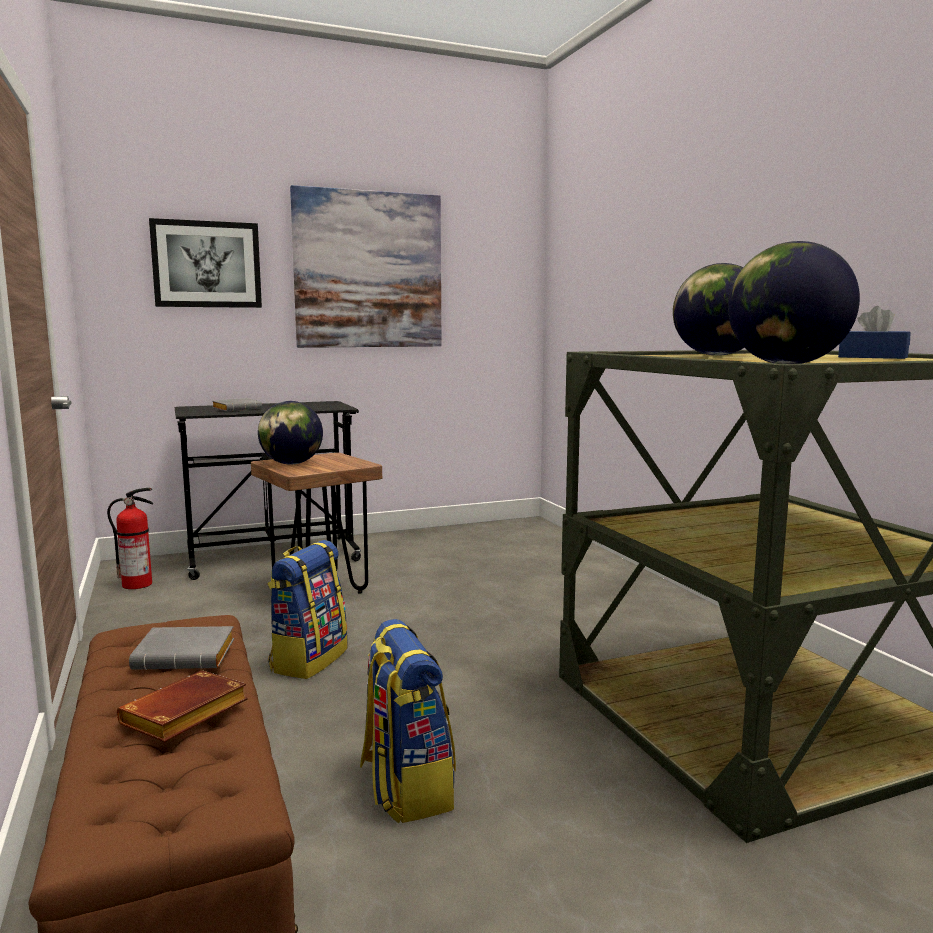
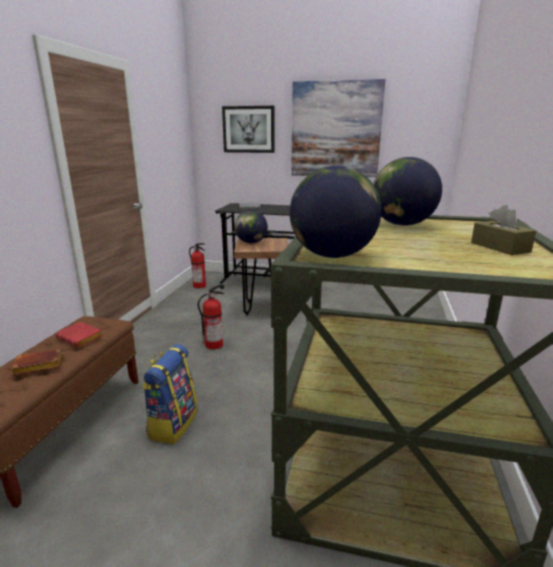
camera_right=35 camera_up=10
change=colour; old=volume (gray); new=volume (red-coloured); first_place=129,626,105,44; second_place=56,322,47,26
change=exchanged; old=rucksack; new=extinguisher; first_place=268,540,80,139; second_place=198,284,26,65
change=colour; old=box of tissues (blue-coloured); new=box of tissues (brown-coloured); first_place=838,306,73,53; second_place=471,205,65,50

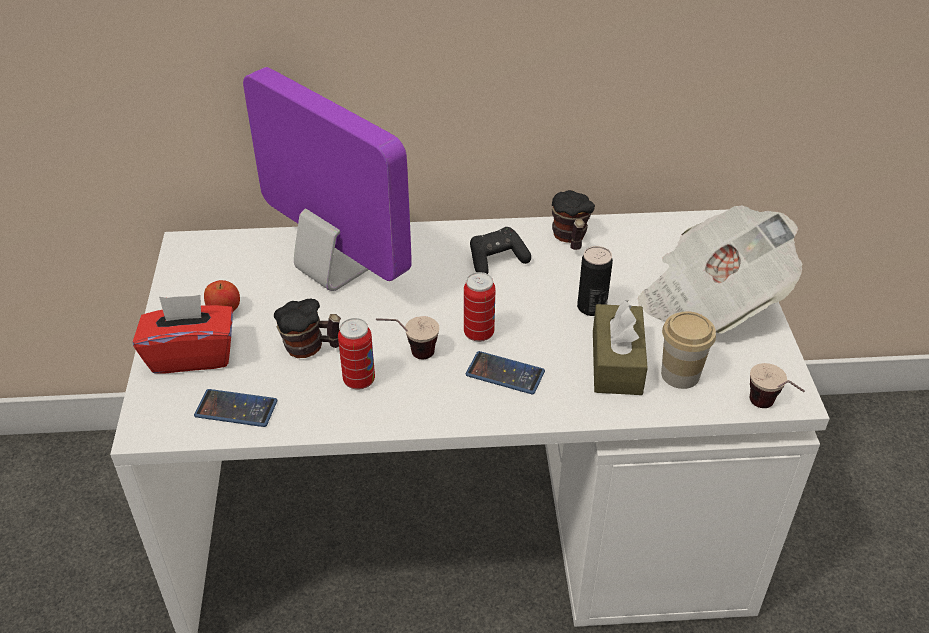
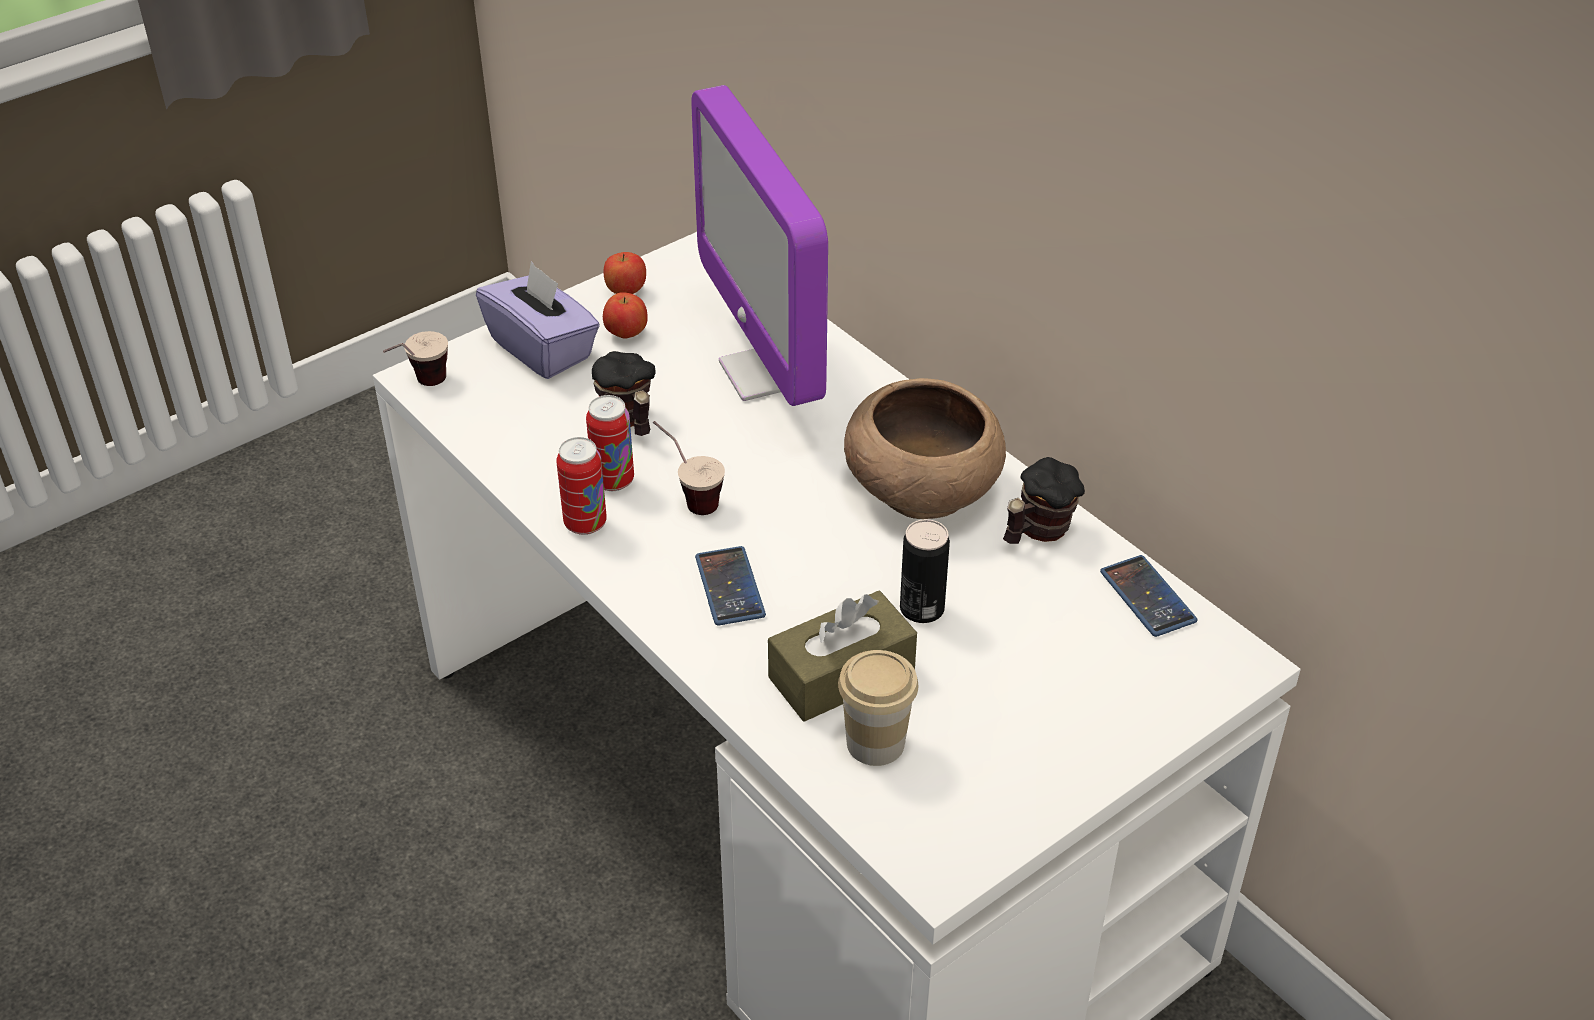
camera_right=55 camera_up=0
change=relocated; old=drinking cup; first_place=750,363,55,45; second_place=383,331,65,55
change=colour; old=box of tissues (red-coloured); new=box of tissues (purple-coloured); first_place=133,295,100,78; second_place=476,261,124,118
change=relocated; old=can; first_place=464,272,32,70; second_place=556,437,51,98
change=appeared; new=whole apple; second_place=604,252,42,42
change=spun; old=monitor; first_place=243,67,169,224; second_place=691,85,137,321; degrees=150
change=exchanged; old=gamepad (black-coloured); new=deep dish (brown-coloured); first_place=470,227,61,47; second_place=844,378,162,141
change=relocated; old=telephone; first_place=194,389,83,38; second_place=1100,555,98,82
change=missing; old=newspaper; first_place=638,205,164,129

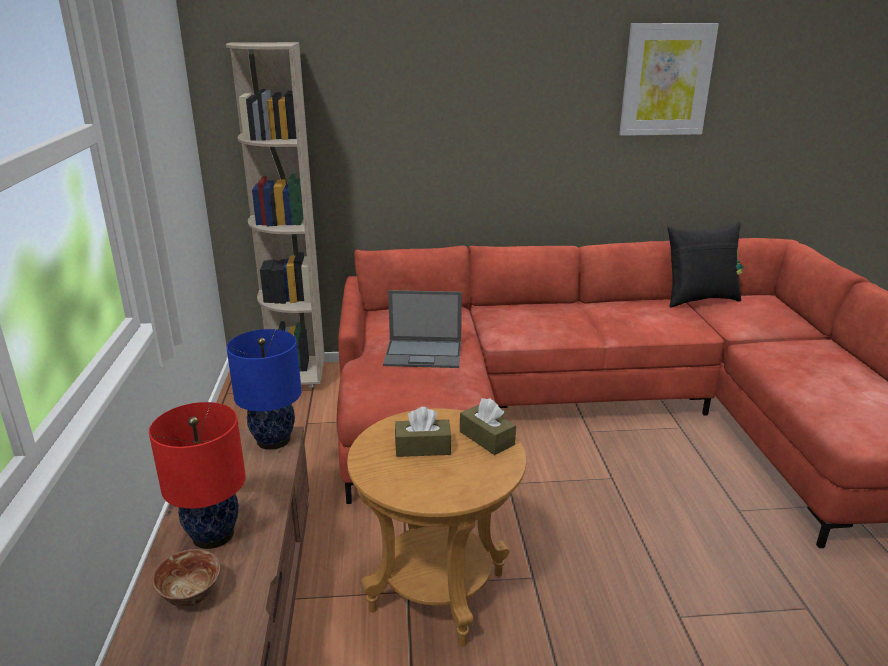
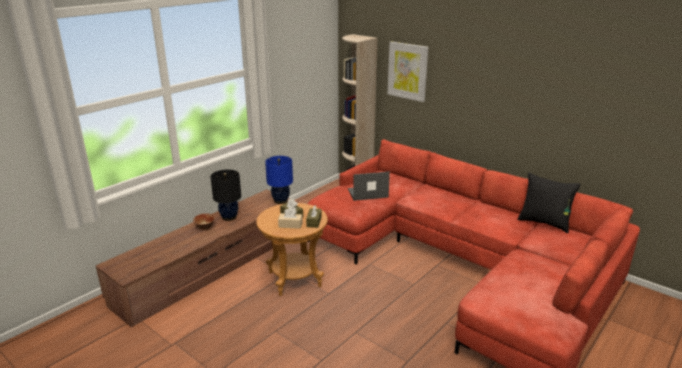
camera_right=45 camera_up=0
change=colour; old=table lamp (red-coloured); new=table lamp (black-coloured); first_place=149,402,97,147; second_place=210,170,31,51
change=appeared; new=box of tissues (beige); second_place=278,208,25,21
change=spun; old=notebook computer; first_place=383,290,79,78; second_place=348,172,42,29; degrees=120
change=relocated; old=wall art; first_place=619,23,100,113; second_place=388,42,40,60

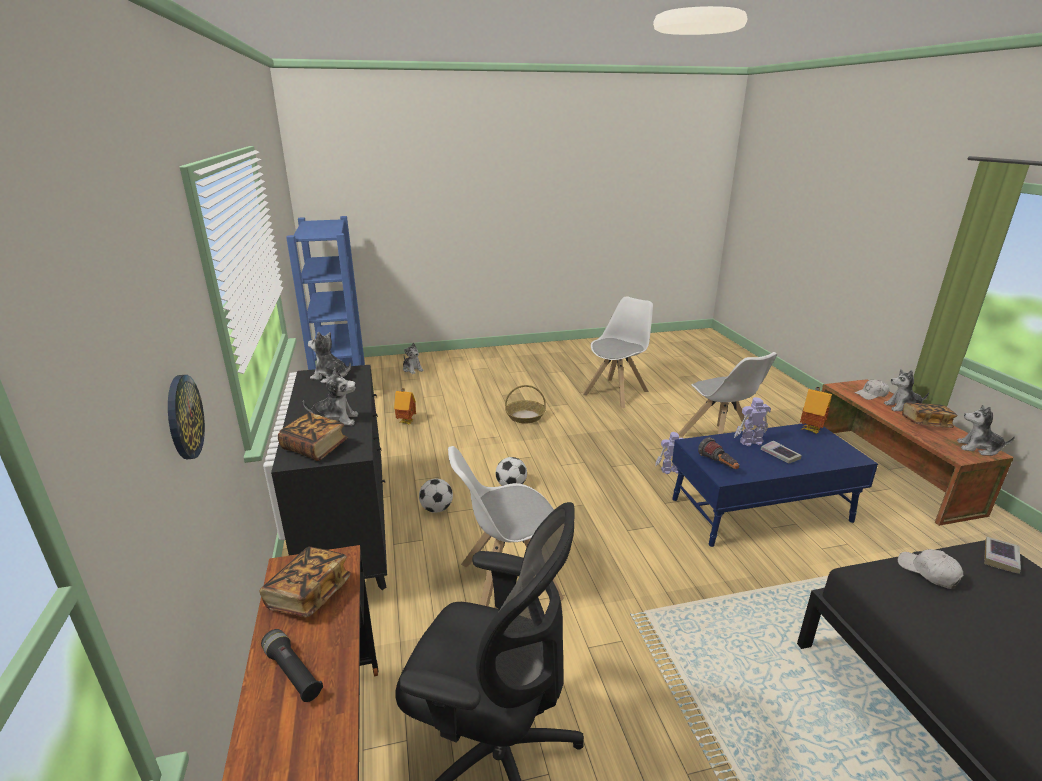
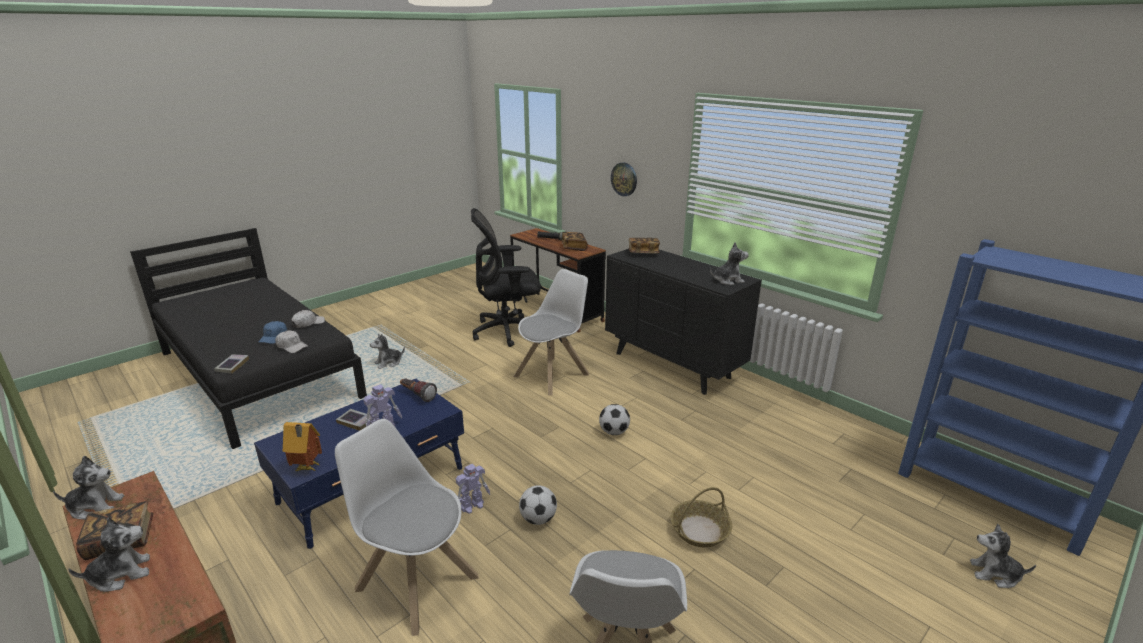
camera_right=150 camera_up=0
change=appeared; new=peaked cap (blue-coloured); second_place=258,321,29,23
change=relocated; old=peaked cap (white); first_place=855,380,34,20; second_place=291,310,34,18
change=relocated; old=cuddly toy; first_place=303,367,55,59; second_place=370,333,35,36
change=relocated; old=football ball; first_place=419,479,34,34; second_place=519,485,38,40
change=missing; old=toy house; first_place=394,388,22,36

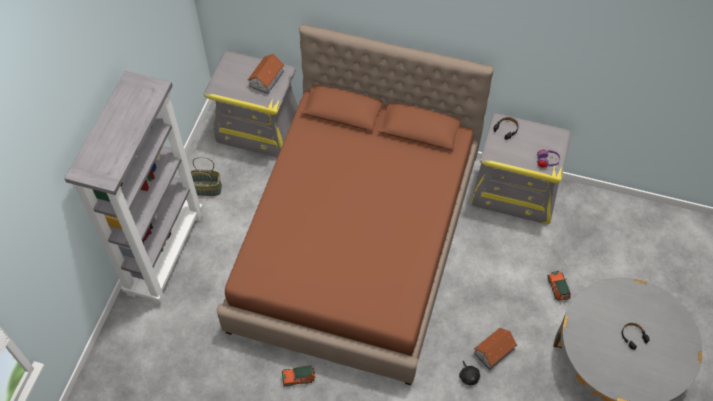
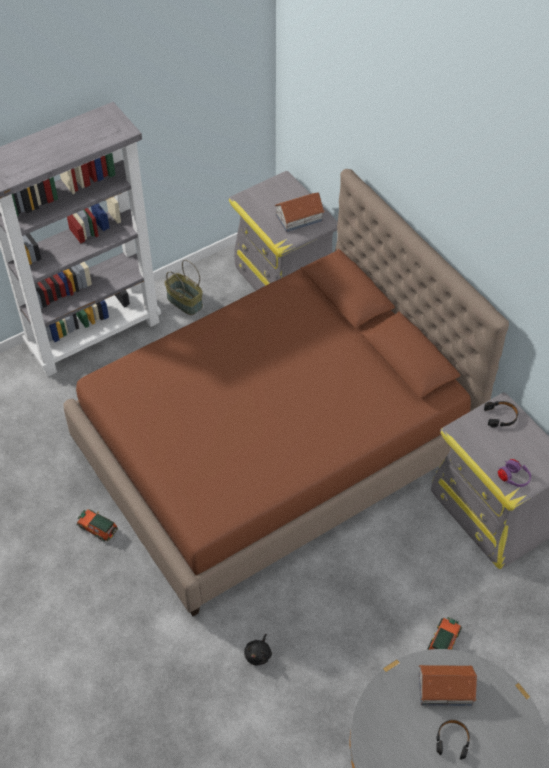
camera_right=40 camera_up=-5
change=relocated; old=toy house; first_place=474,328,43,42; second_place=419,665,58,41

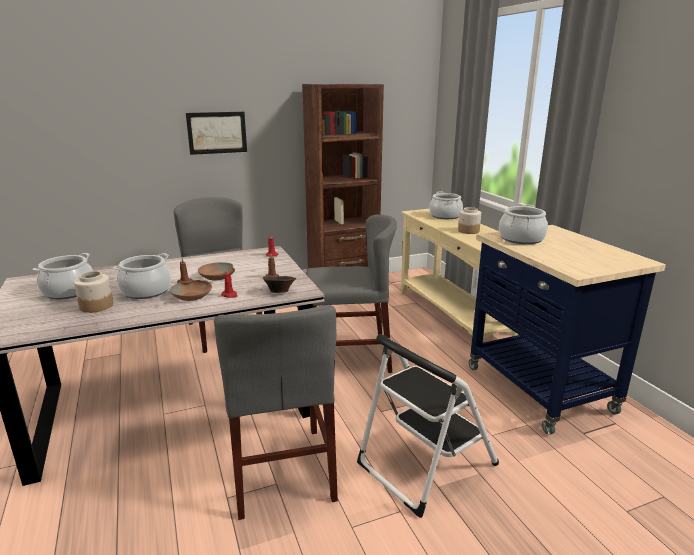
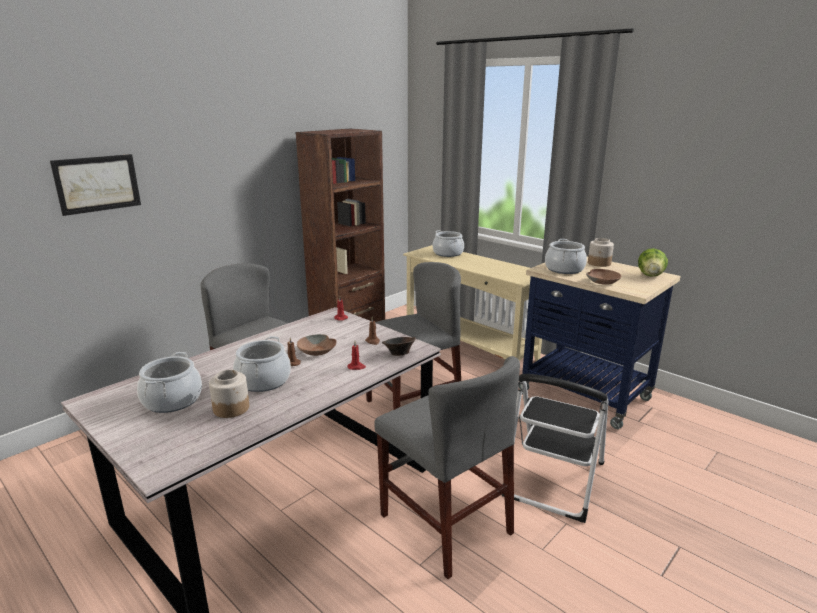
camera_right=-25 camera_up=0
change=relocated; old=wall art; first_place=186,112,61,43; second_place=50,154,91,62
change=relocated; old=deep dish (brown-coloured); first_place=170,280,42,21; second_place=586,269,35,16
change=relocated; old=jar; first_place=458,207,23,27; second_place=588,238,26,29
change=appeared; new=lettuce head; second_place=638,248,30,29

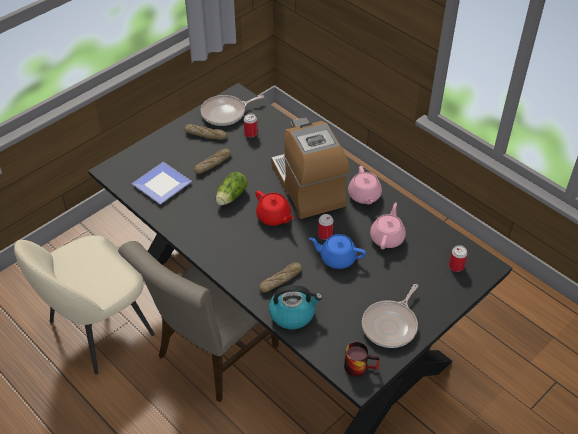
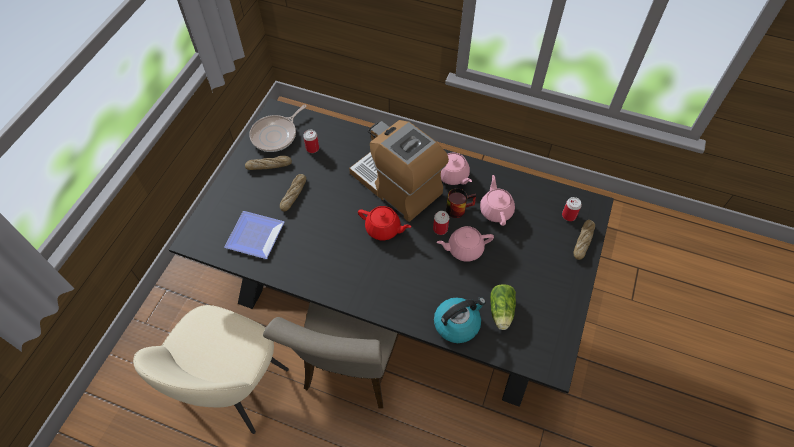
camera_right=-25 camera_up=10
change=colour; old=pot for tea (blue-coloured); new=pot for tea (pinkish); first_place=309,234,57,35; second_place=437,226,57,36
change=relocated; old=coffee mug; first_place=344,342,36,34; second_place=446,188,30,30
change=relocated; old=lettuce head; first_place=216,172,32,33; second_place=490,284,26,46
change=relocated; old=bread; first_place=259,263,43,29; second_place=573,220,22,40
change=missing; old=pan; first_place=362,284,56,64

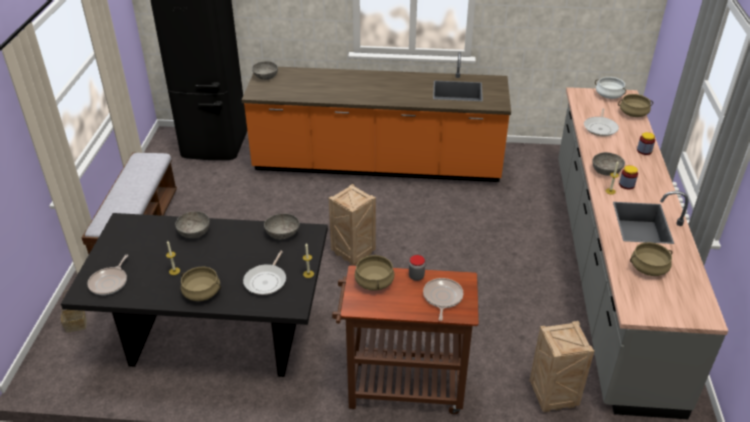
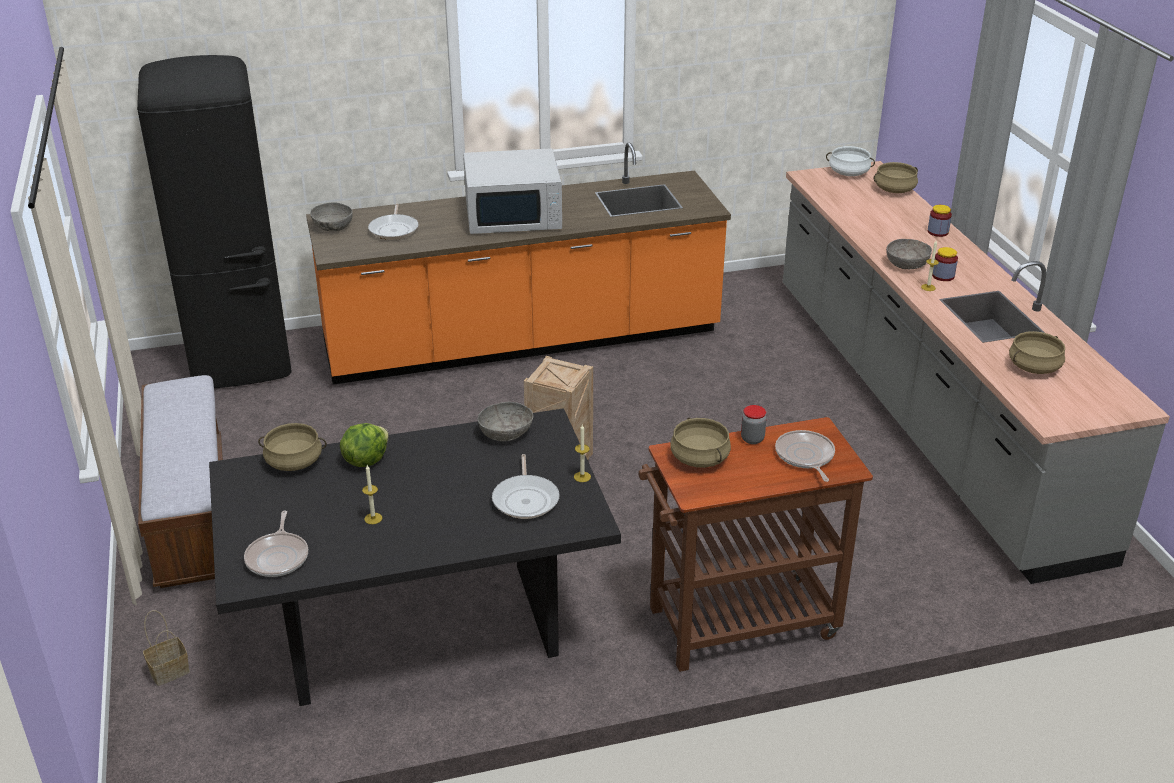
camera_right=-20 camera_up=-5
change=relocated; old=stockpot (beige); first_place=181,267,40,34; second_place=258,423,69,48
change=exchanged; old=deep dish (gray); new=lettuce head; first_place=175,211,35,27; second_place=340,423,49,44
change=relocated; old=pan; first_place=584,108,35,28; second_place=368,203,50,37
change=appeared; new=kitchen microwave (white); second_place=463,148,99,86
change=missing; old=packing crate; first_place=529,321,65,91

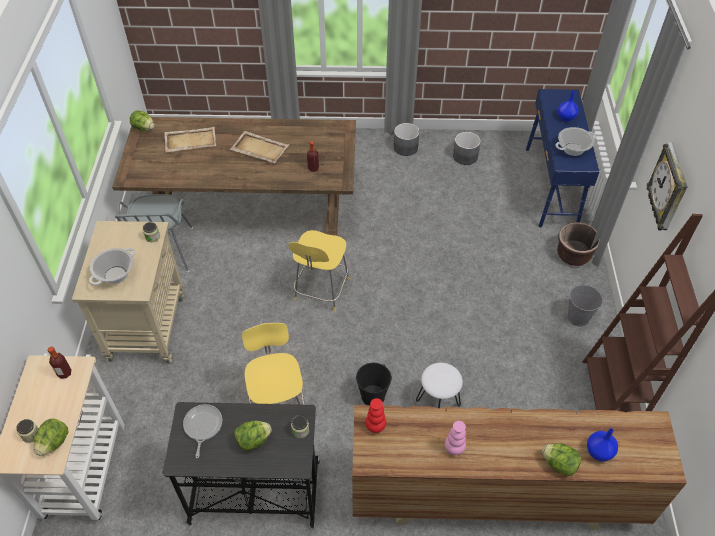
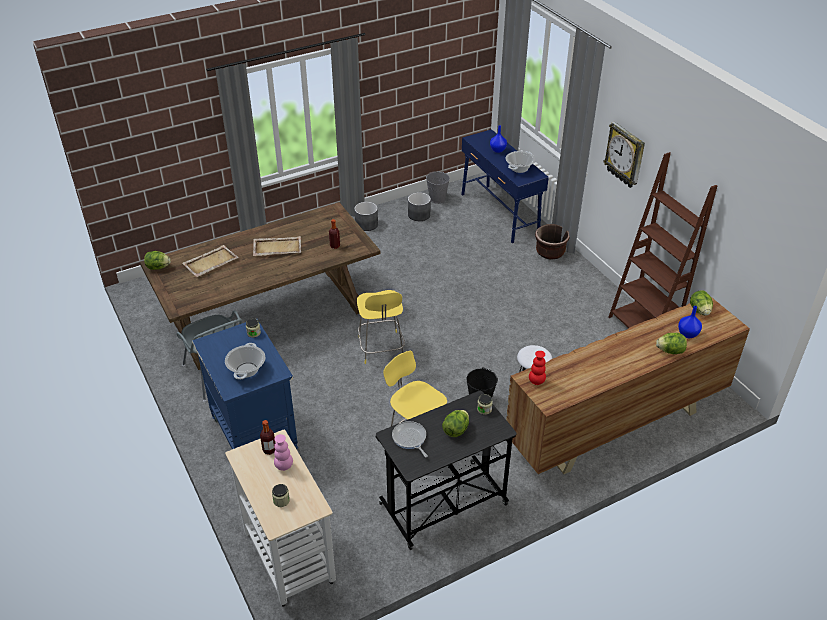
camera_right=-30 camera_up=-10
change=colour; old=cart (beige); new=cart (blue-coloured); first_place=72,221,113,142; second_place=192,319,106,130
change=relocated; old=vase (pinkish); first_place=445,421,21,34; second_place=274,434,19,37
change=relocated; old=water bucket (gray); first_place=567,284,36,43; second_place=426,171,24,33
change=relocated; old=lettuce head; first_place=34,418,35,38; second_place=690,290,23,26

